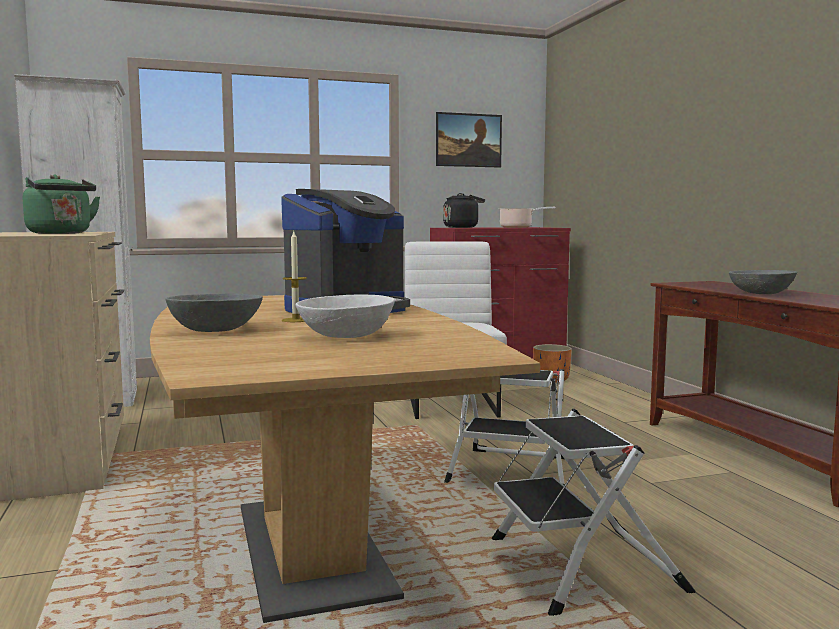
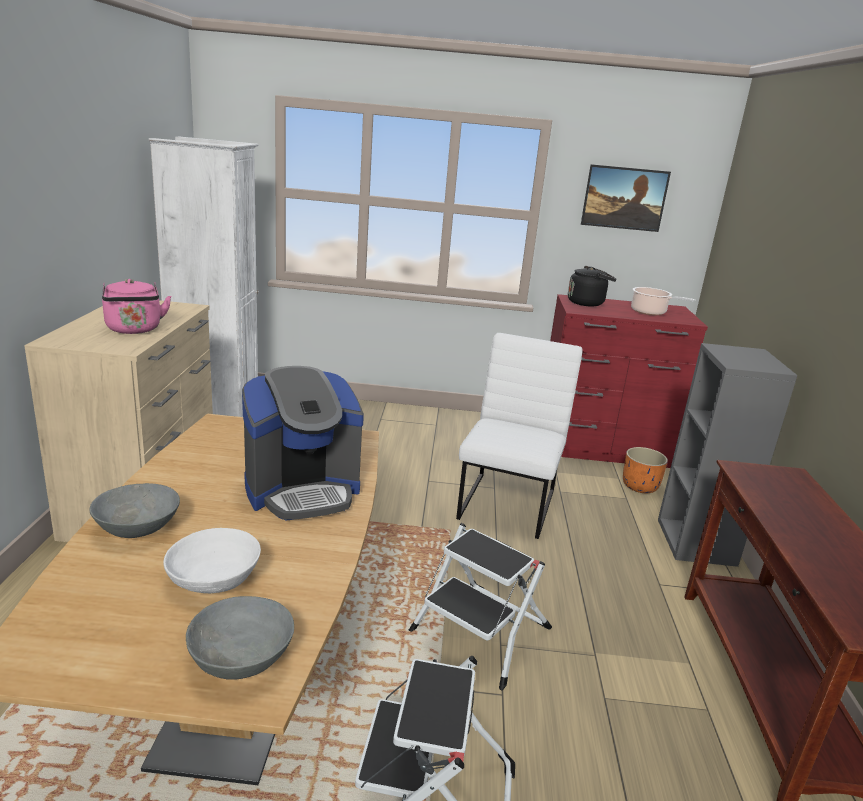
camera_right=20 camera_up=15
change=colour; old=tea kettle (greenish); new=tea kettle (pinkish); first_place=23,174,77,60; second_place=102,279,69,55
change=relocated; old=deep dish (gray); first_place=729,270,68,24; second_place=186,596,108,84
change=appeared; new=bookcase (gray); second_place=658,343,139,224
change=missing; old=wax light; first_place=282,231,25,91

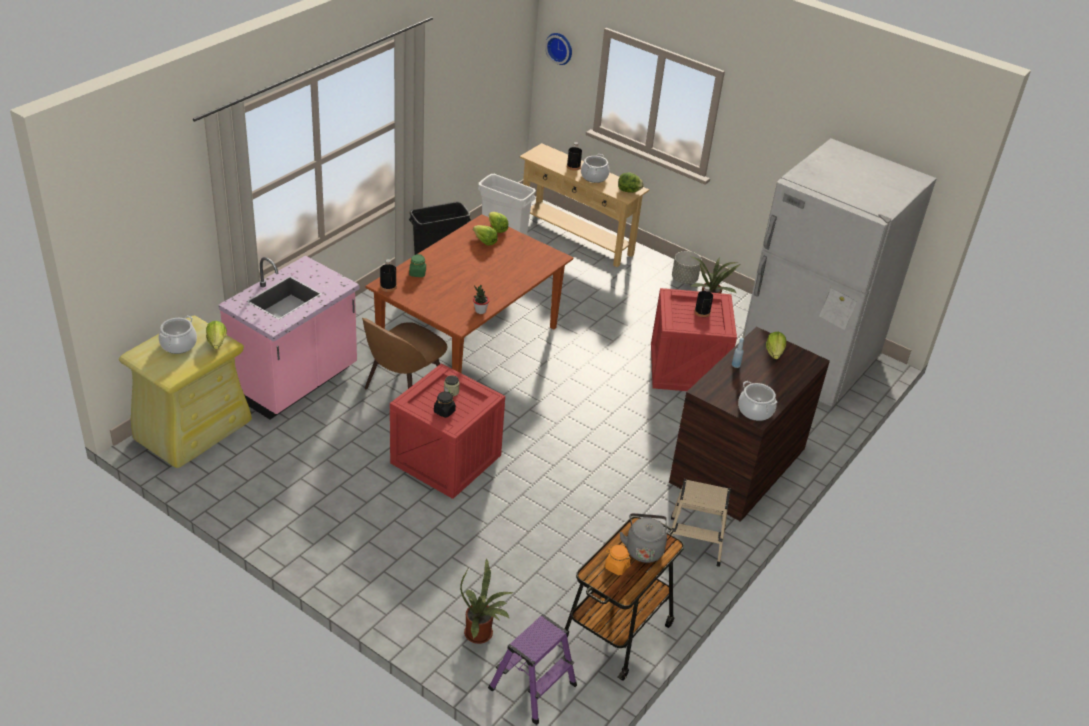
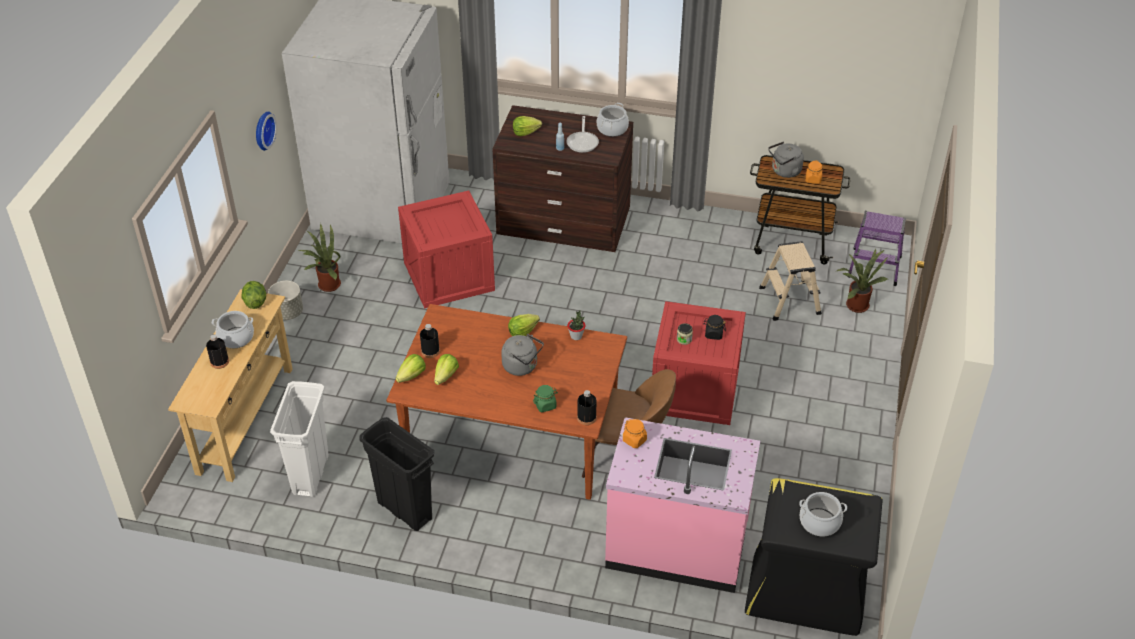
camera_right=-110 camera_up=5
change=relocated; old=wall clock; first_place=545,33,27,32; second_place=256,112,21,39
change=relocated; old=beverage bottle (black-coloured); first_place=694,286,19,31; second_place=420,324,20,34
change=appeared; new=tea kettle (gray); second_place=501,334,43,42
change=relocated; old=lettuce head; first_place=206,321,21,28; second_place=508,314,32,22
change=appeared; new=pan; second_place=566,116,33,37
change=appeared; new=jar (orange-coloured); second_place=623,419,24,29
change=colour; old=night table (yellowish); new=night table (black-coloured); first_place=119,316,133,152; second_place=745,478,138,158
change=relocated; old=step stool (beige); first_place=665,479,66,88; second_place=759,241,63,80

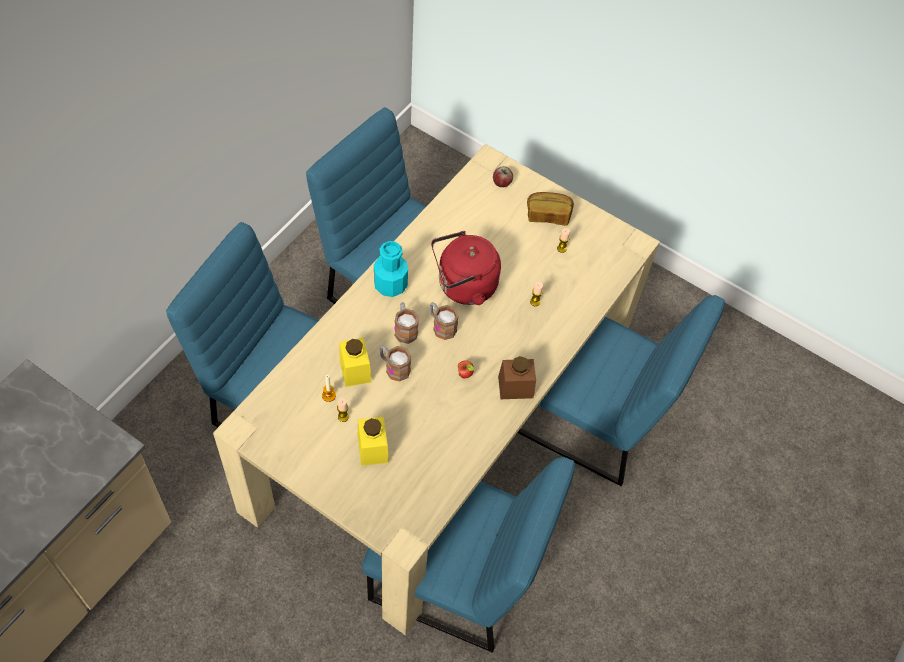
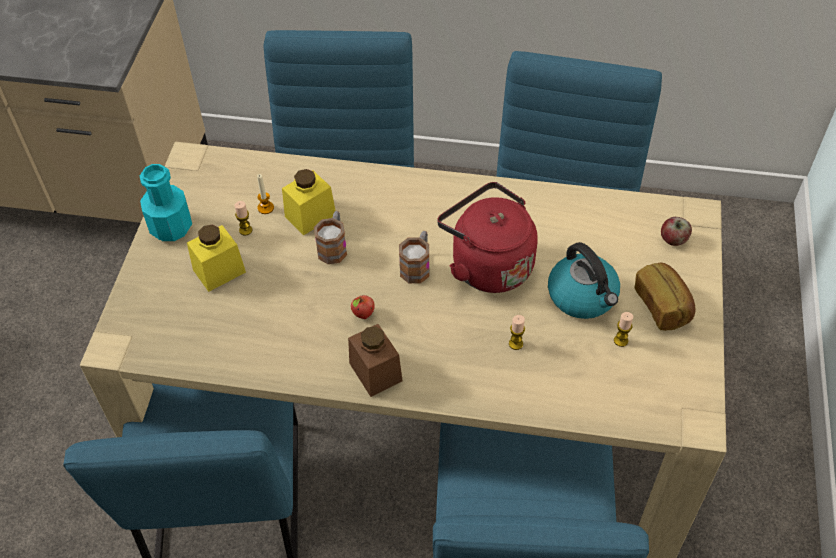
camera_right=70 camera_up=-5
change=relocated; old=beverage bottle (turquoise); first_place=374,241,34,56; second_place=140,164,52,77
change=appeared; new=tea kettle; second_place=548,242,72,77
change=missing; old=coffee mug; first_place=394,302,25,42

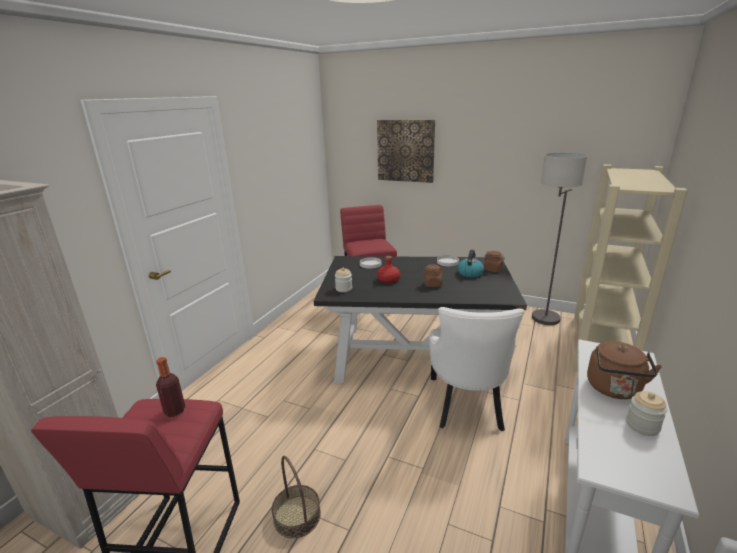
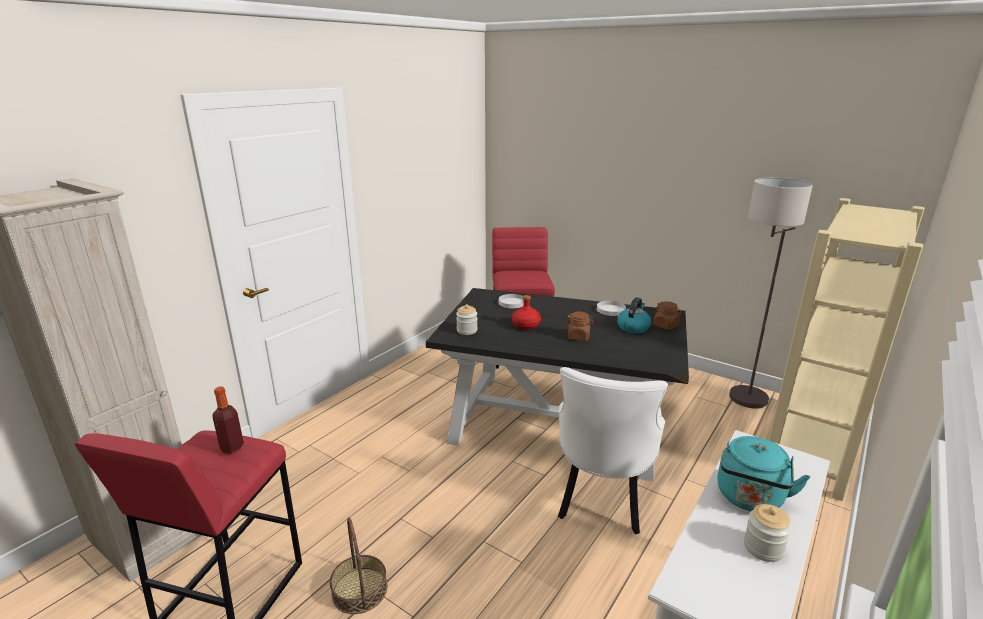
camera_right=10 camera_up=0
change=colour; old=tea kettle (brown-coloured); new=tea kettle (turquoise); first_place=587,341,75,58; second_place=717,436,93,76
change=missing; old=wall art; first_place=377,120,58,63

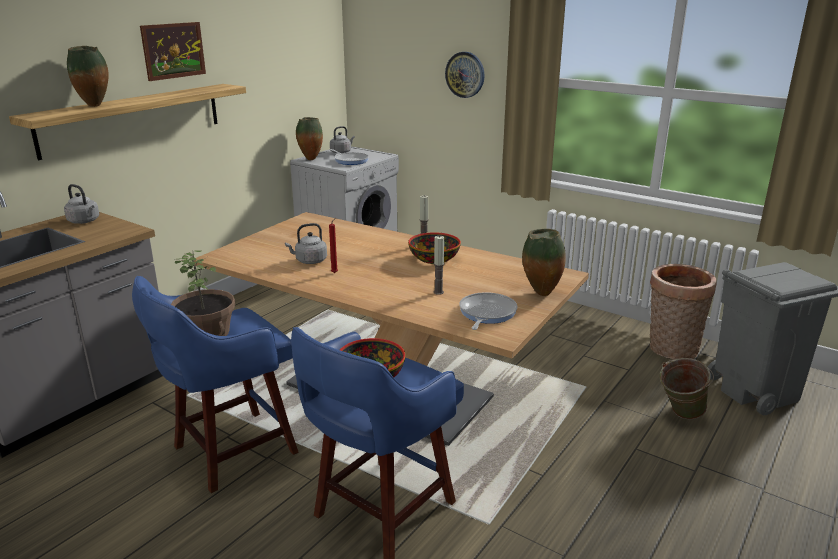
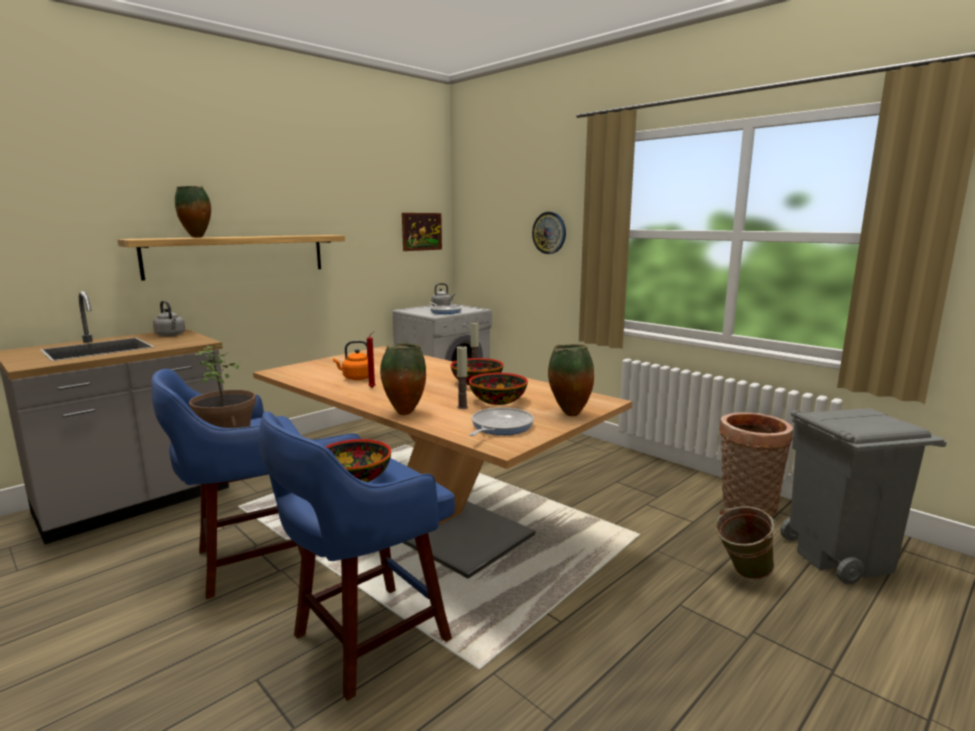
camera_right=10 camera_up=-10
change=colour; old=tea kettle (gray); new=tea kettle (orange-coloured); first_place=285,223,42,41; second_place=333,341,36,39
change=relocated; old=vase; first_place=296,117,27,43; second_place=380,343,46,72
change=relocated; old=wall art; first_place=140,22,66,59; second_place=402,213,40,38
change=appeared; new=deep dish; second_place=469,373,59,32

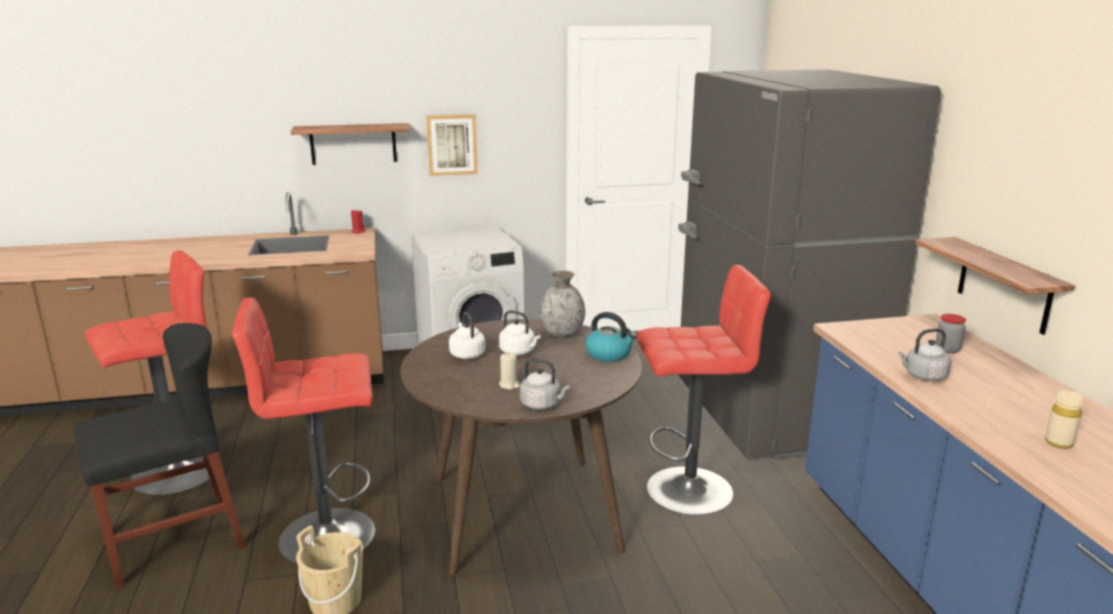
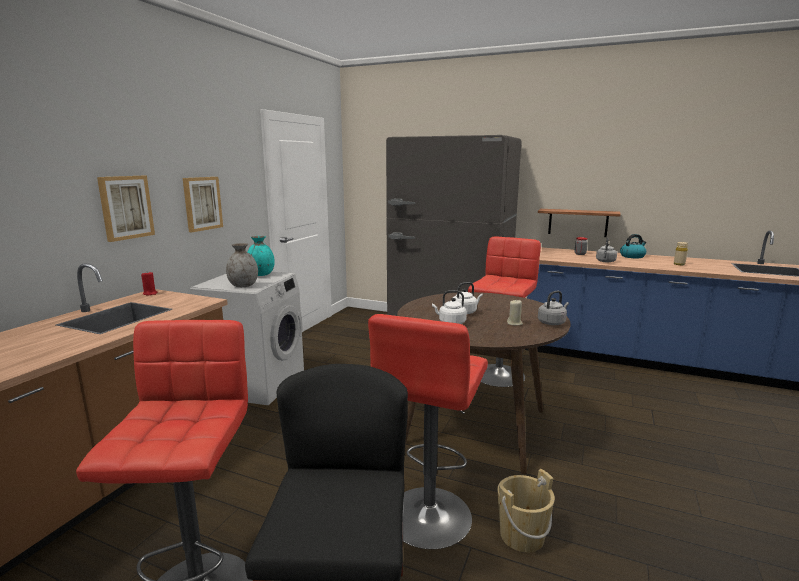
camera_right=-55 camera_up=-5
change=exchanged; old=bracket shelf; new=wall art; first_place=290,123,120,42; second_place=97,176,58,66
change=relocated; old=vase (gray); first_place=540,270,45,67; second_place=226,243,32,44
change=appeared; new=vase (turquoise); second_place=247,236,28,40
change=relocated; old=tea kettle; first_place=585,312,52,50; second_place=620,234,26,24

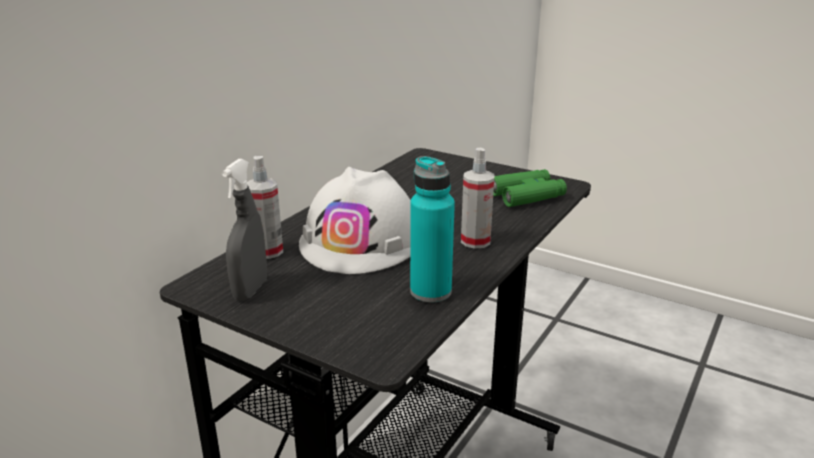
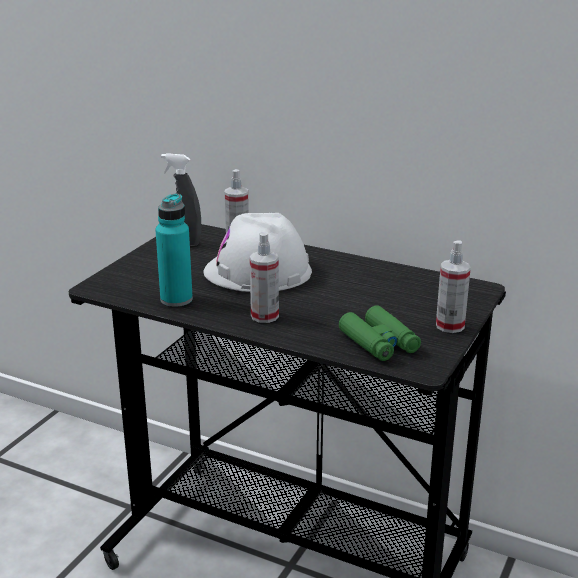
camera_right=85 camera_up=0
change=appeared; new=hand sprayer; second_place=436,240,35,93

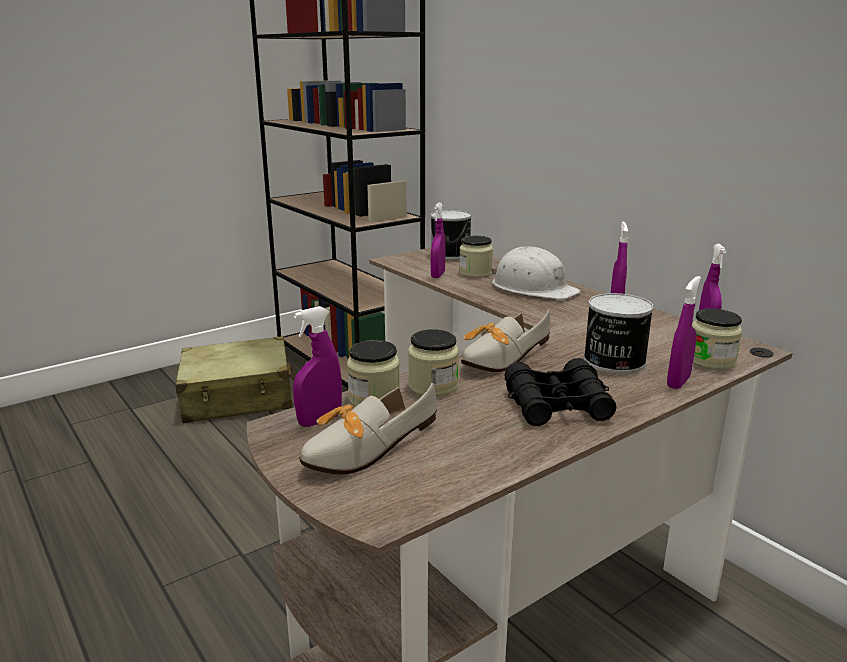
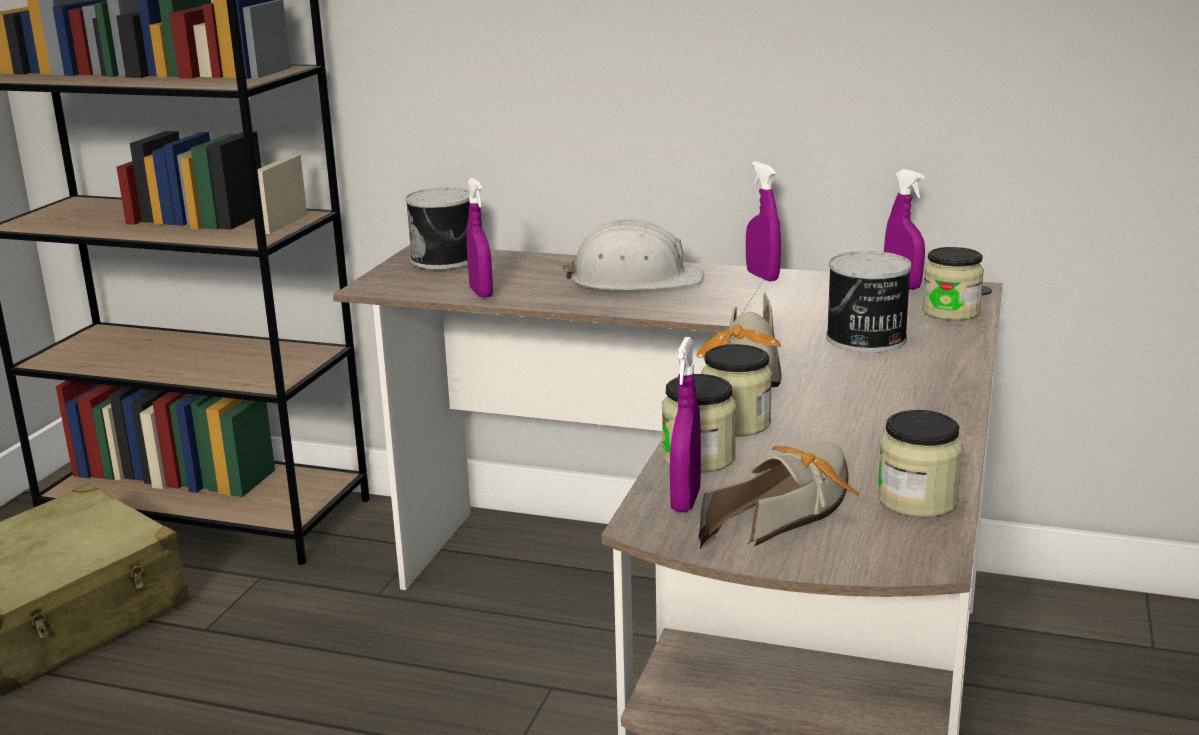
camera_right=-35 camera_up=0
change=spun; old=low shoe; first_place=299,383,138,92; second_place=698,442,161,108; degrees=-150
change=relocated; old=jar; first_place=459,236,34,42; second_place=877,410,86,108
change=missing; old=binoculars (black-coloured); first_place=504,358,112,68
change=missing; old=hand sprayer (purple-coloured); first_place=667,276,34,113

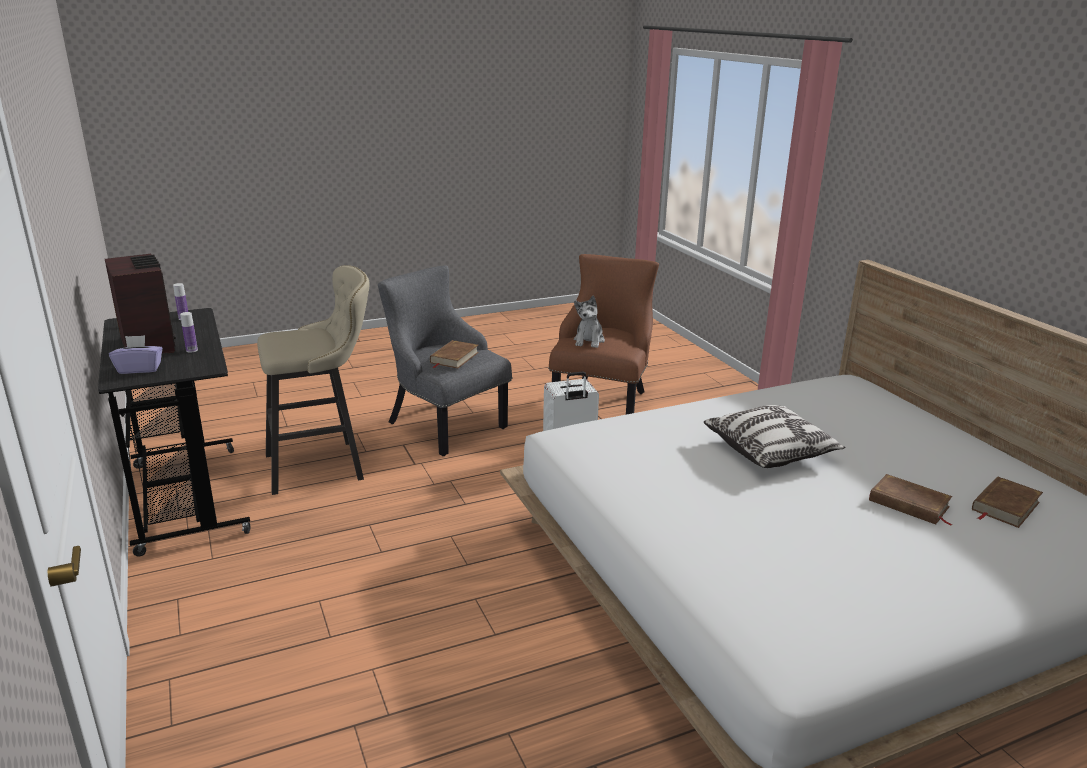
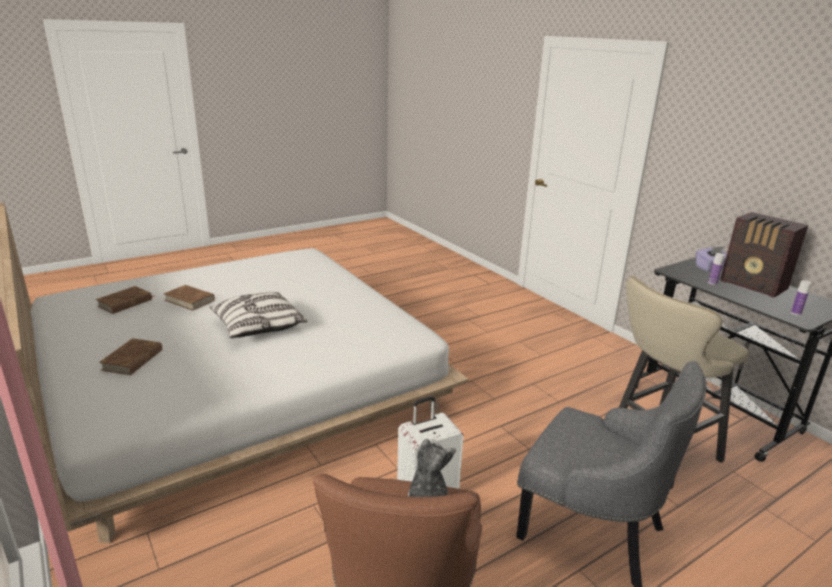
camera_right=170 camera_up=0
change=relocated; old=volume (brown-coloured); first_place=430,340,49,29; second_place=99,338,63,37

